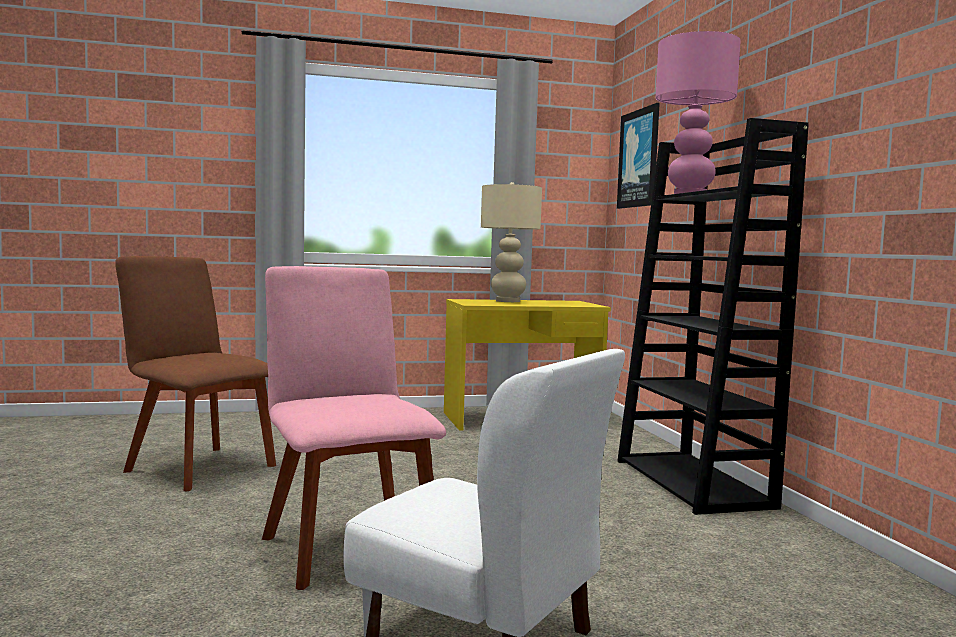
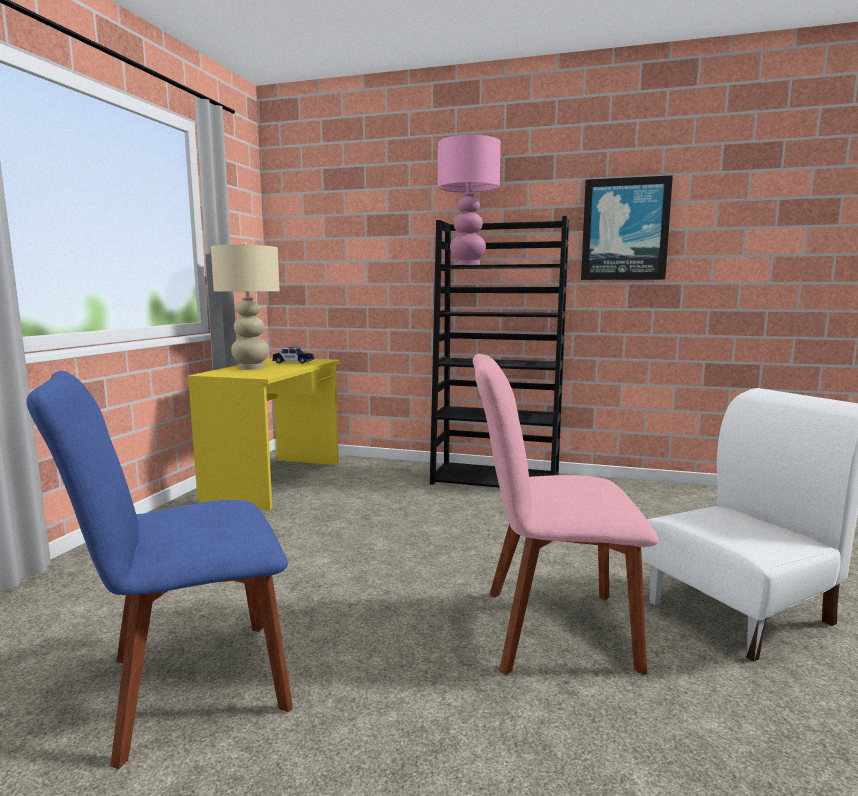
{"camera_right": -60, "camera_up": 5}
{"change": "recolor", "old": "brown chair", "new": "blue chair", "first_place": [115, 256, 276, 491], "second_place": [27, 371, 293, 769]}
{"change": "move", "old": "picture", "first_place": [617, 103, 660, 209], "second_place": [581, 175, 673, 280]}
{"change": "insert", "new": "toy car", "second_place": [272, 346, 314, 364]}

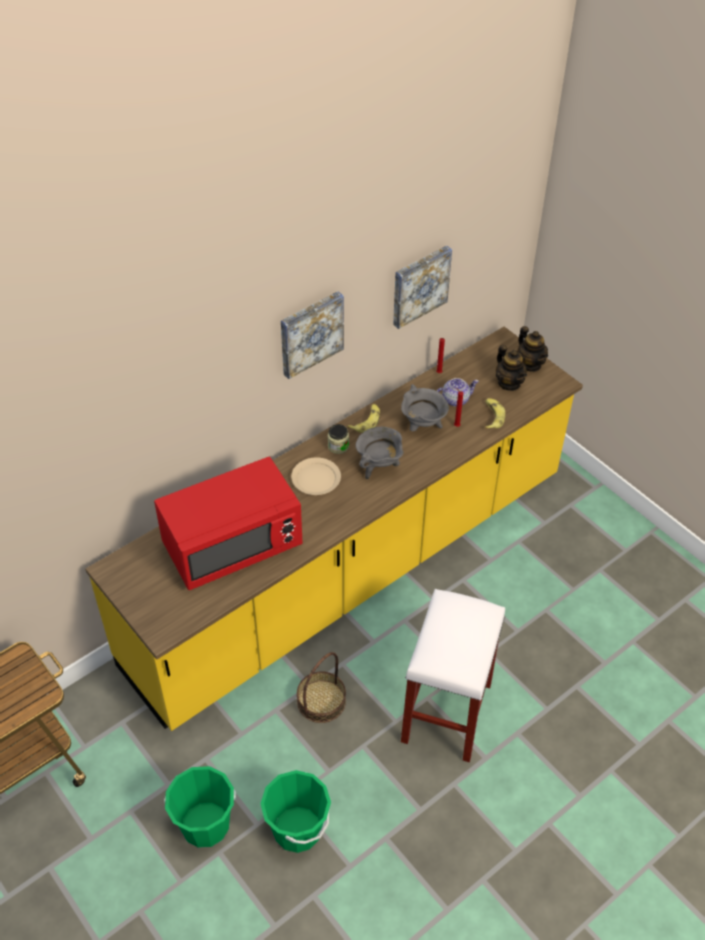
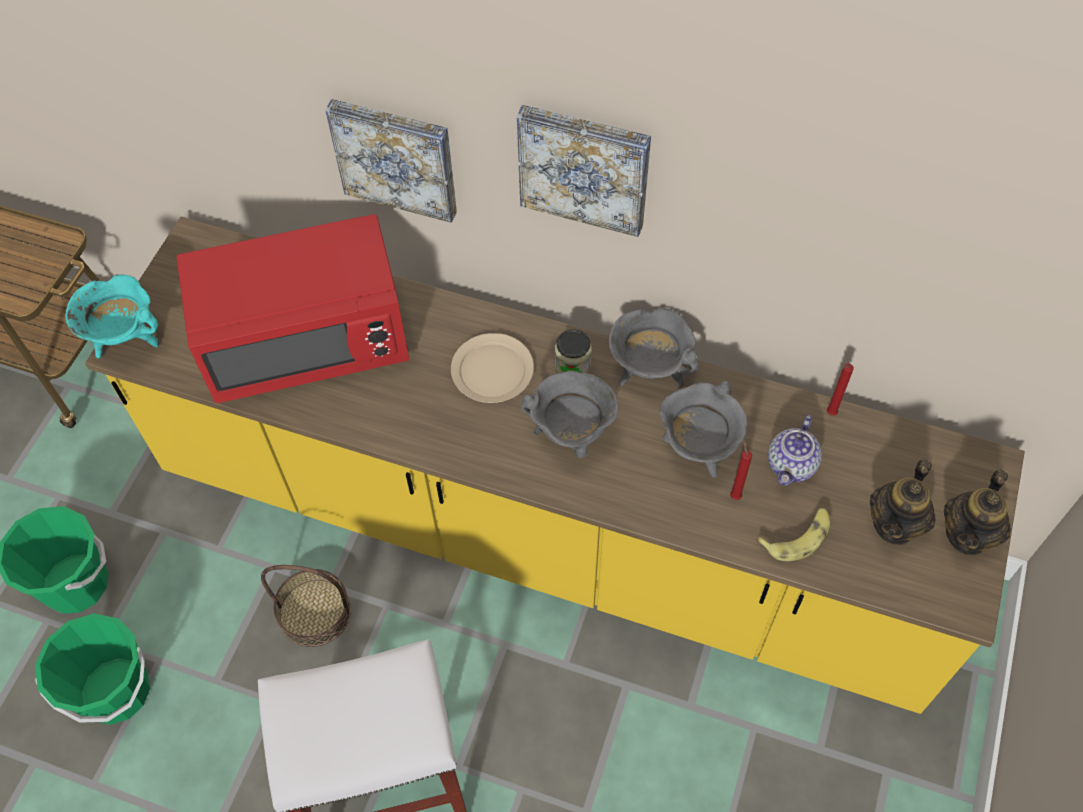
{"camera_right": 60, "camera_up": 10}
{"change": "rotate", "old": "red microwave", "first_place": [154, 457, 303, 590], "second_place": [177, 214, 409, 403], "degrees": -45}
{"change": "replace", "old": "banana", "new": "grey cooking pot", "first_place": [347, 404, 380, 433], "second_place": [609, 307, 699, 388]}
{"change": "move", "old": "picture", "first_place": [393, 245, 452, 329], "second_place": [325, 99, 457, 223]}
{"change": "rotate", "old": "teapot", "first_place": [437, 378, 479, 407], "second_place": [768, 415, 822, 486], "degrees": 75}
{"change": "insert", "new": "turquoise cooking pot", "second_place": [66, 274, 160, 358]}

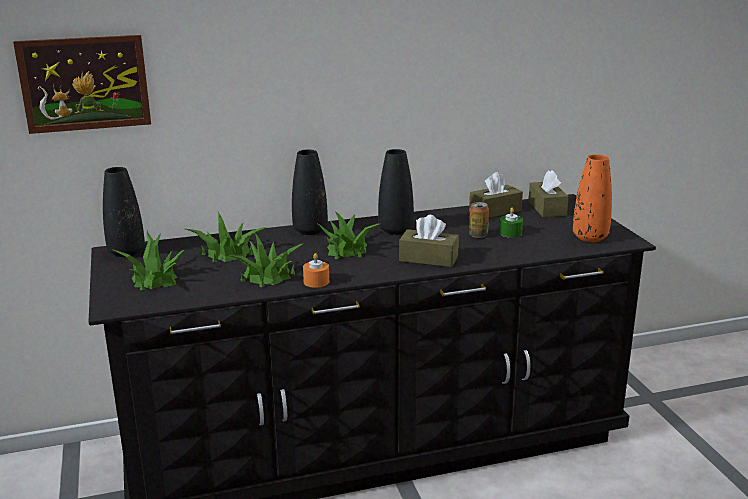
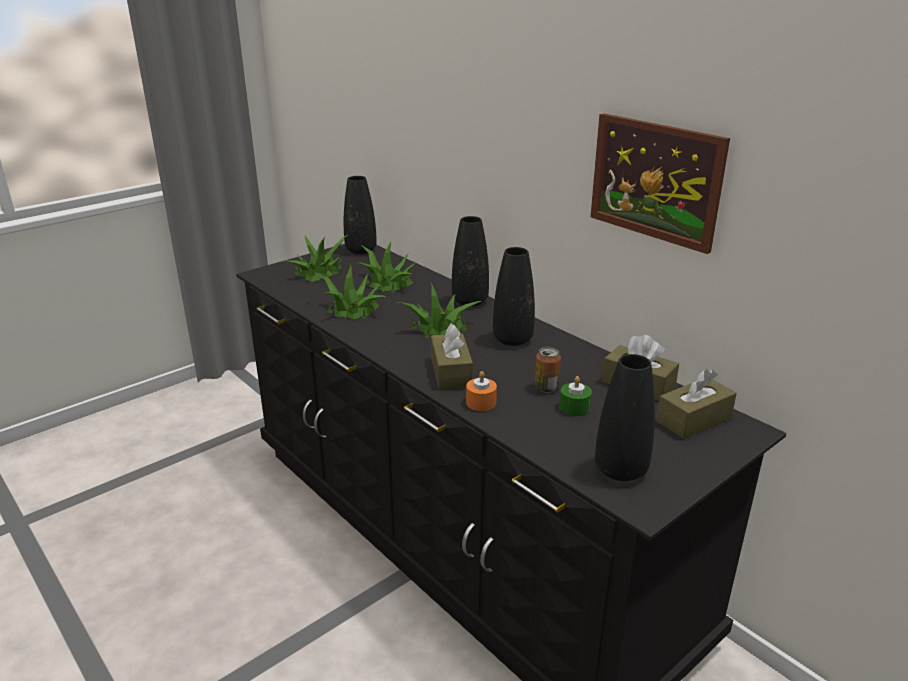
{"camera_right": 65, "camera_up": 5}
{"change": "move", "old": "picture", "first_place": [13, 35, 151, 134], "second_place": [590, 113, 730, 254]}
{"change": "move", "old": "orange candle", "first_place": [303, 253, 329, 288], "second_place": [466, 371, 497, 411]}
{"change": "recolor", "old": "orange vase", "new": "black vase", "first_place": [573, 155, 612, 242], "second_place": [595, 354, 655, 481]}

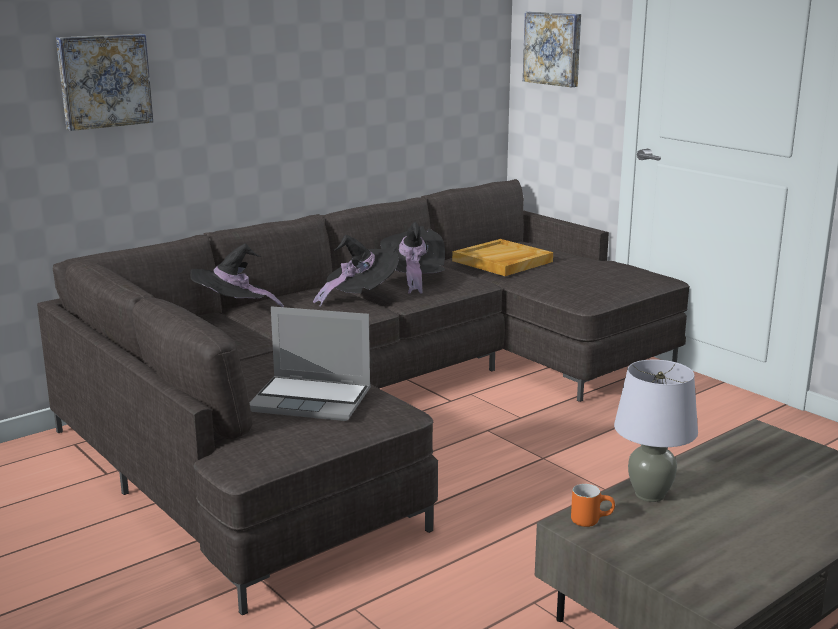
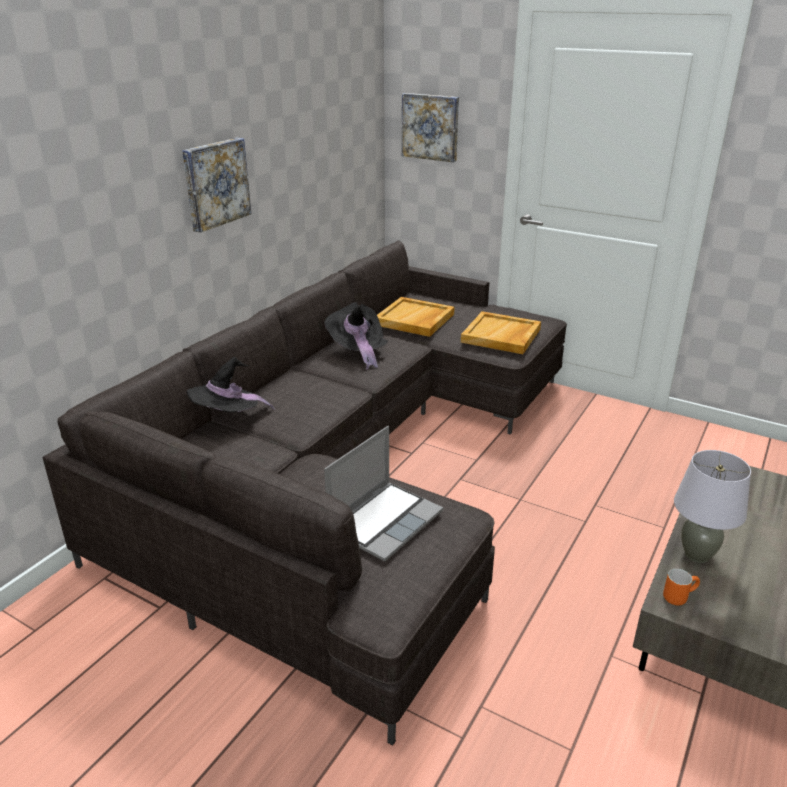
{"camera_right": -20, "camera_up": 10}
{"change": "move", "old": "picture", "first_place": [56, 34, 153, 131], "second_place": [182, 138, 251, 233]}
{"change": "rotate", "old": "laptop", "first_place": [250, 306, 371, 421], "second_place": [324, 426, 443, 562], "degrees": -45}
{"change": "delete", "old": "black hat", "first_place": [313, 235, 399, 307]}
{"change": "insert", "new": "beige tray", "second_place": [461, 311, 541, 354]}

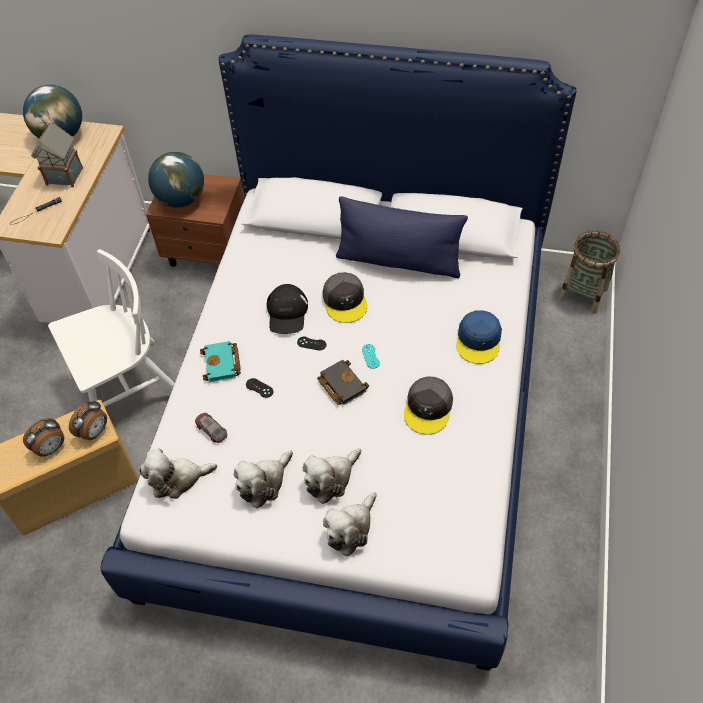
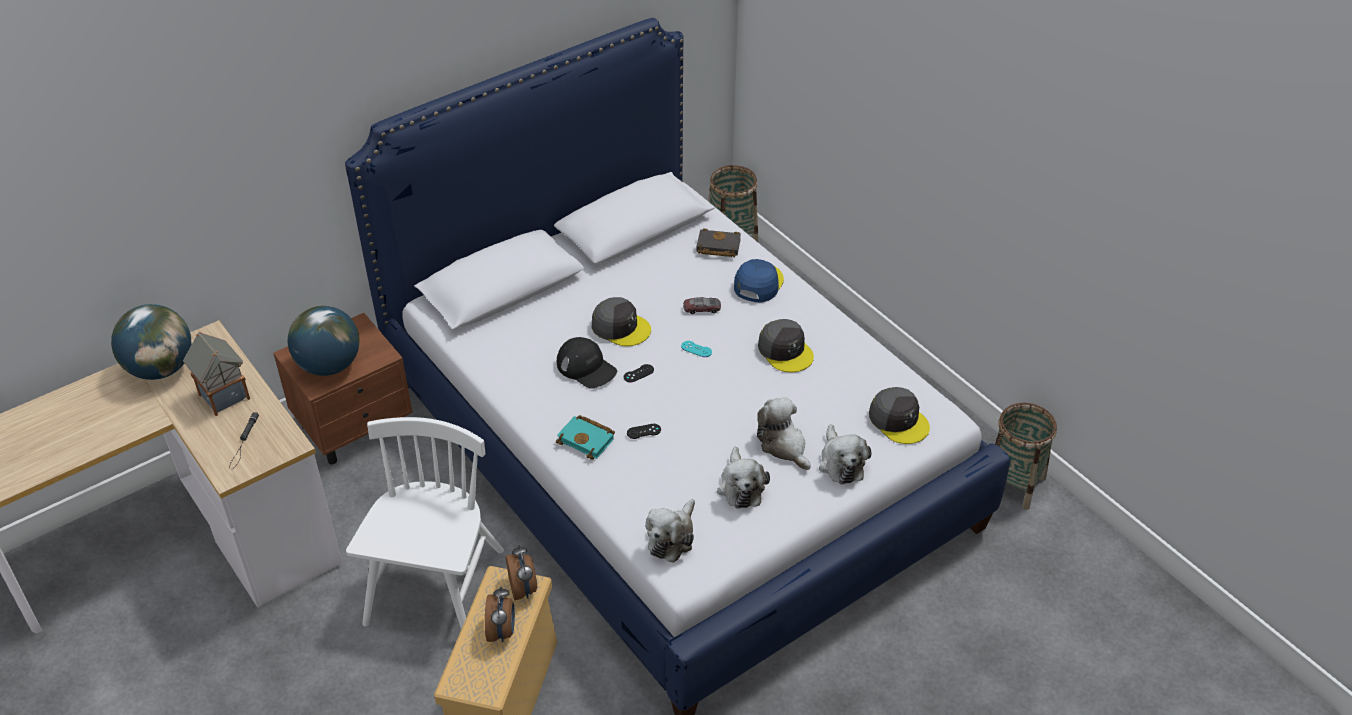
{"camera_right": -50, "camera_up": -10}
{"change": "move", "old": "toy car", "first_place": [195, 413, 228, 443], "second_place": [683, 297, 721, 314]}
{"change": "rotate", "old": "plush toy", "first_place": [303, 448, 361, 504], "second_place": [757, 397, 811, 470], "degrees": 150}
{"change": "move", "old": "black book", "first_place": [317, 360, 369, 405], "second_place": [696, 229, 741, 257]}
{"change": "delete", "old": "blue pillow", "first_place": [336, 196, 468, 278]}
{"change": "rotate", "old": "blue cap", "first_place": [456, 310, 502, 364], "second_place": [734, 259, 784, 303], "degrees": -120}
{"change": "insert", "new": "grey cap", "second_place": [869, 387, 930, 444]}
{"change": "insert", "new": "basket", "second_place": [995, 403, 1057, 510]}

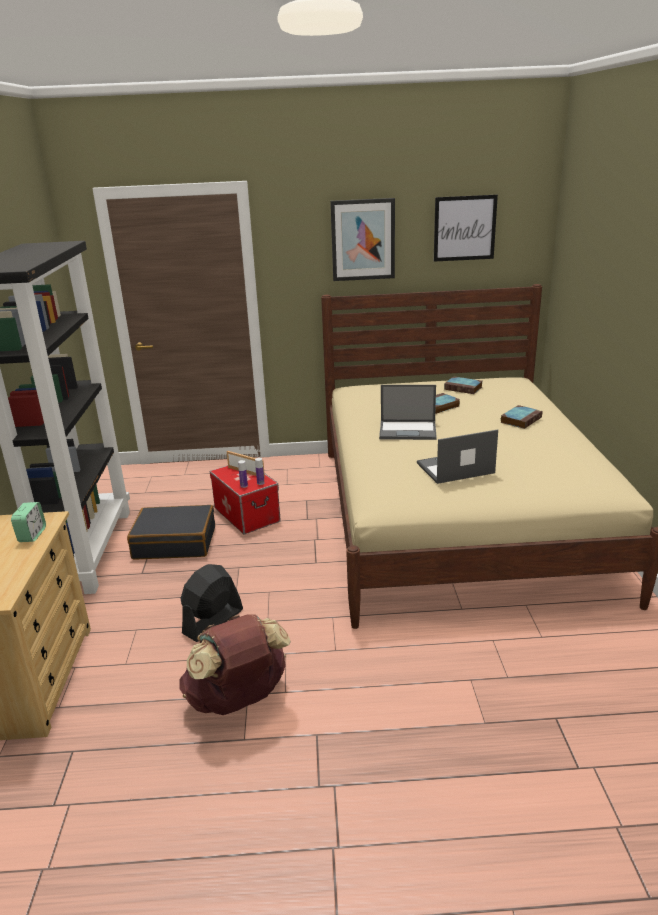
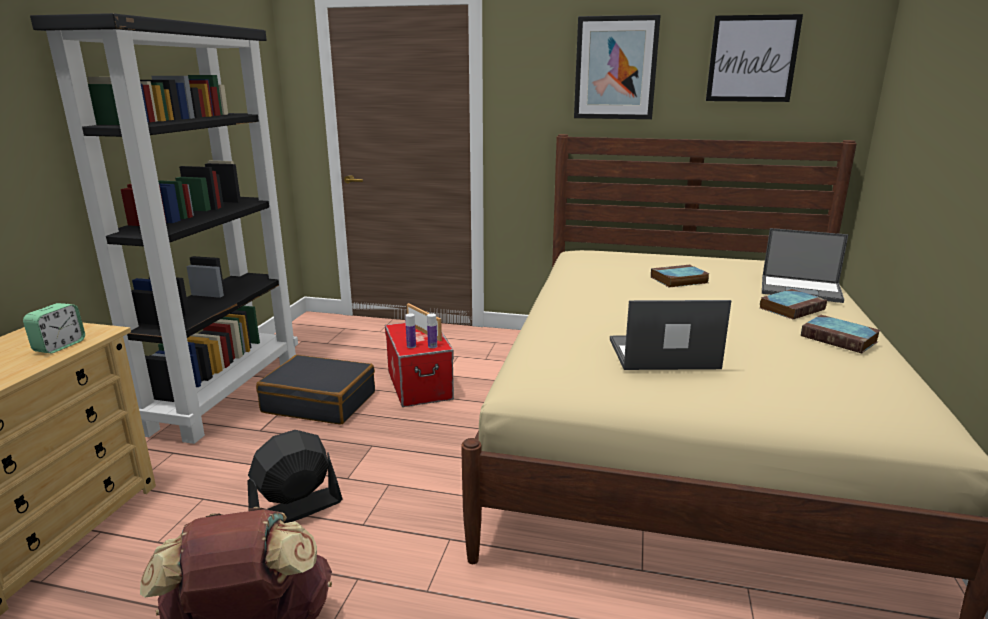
{"camera_right": 15, "camera_up": -5}
{"change": "move", "old": "laptop", "first_place": [379, 385, 437, 440], "second_place": [762, 228, 848, 303]}
{"change": "move", "old": "book", "first_place": [444, 376, 482, 394], "second_place": [801, 315, 881, 354]}

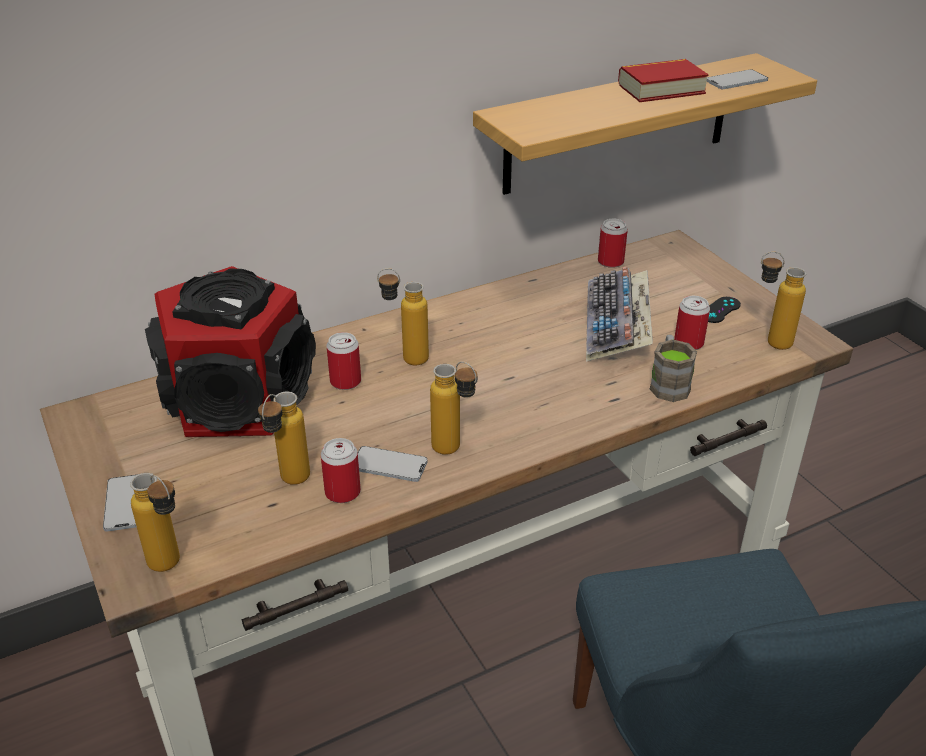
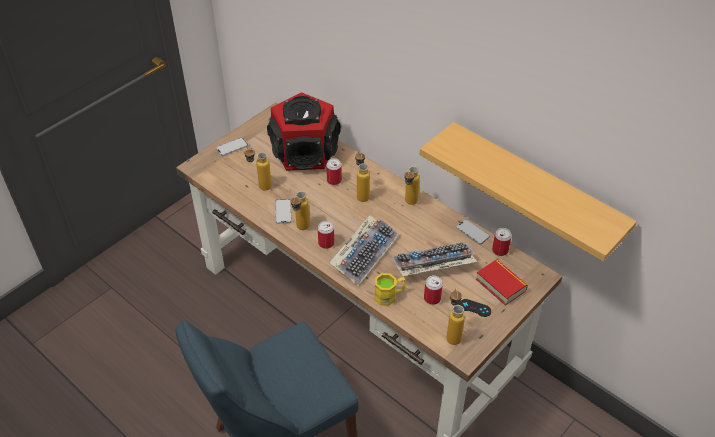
{"camera_right": 70, "camera_up": 10}
{"change": "move", "old": "bottle", "first_place": [130, 473, 180, 572], "second_place": [404, 166, 420, 205]}
{"change": "move", "old": "can", "first_place": [321, 438, 361, 503], "second_place": [318, 221, 334, 249]}
{"change": "move", "old": "book", "first_place": [618, 59, 709, 102], "second_place": [476, 259, 528, 306]}
{"change": "recolor", "old": "brown mug", "new": "yellow mug", "first_place": [650, 335, 697, 402], "second_place": [374, 273, 406, 306]}
{"change": "move", "old": "phone", "first_place": [707, 69, 768, 89], "second_place": [456, 219, 490, 245]}
{"change": "insert", "new": "keyboard", "second_place": [329, 215, 398, 286]}

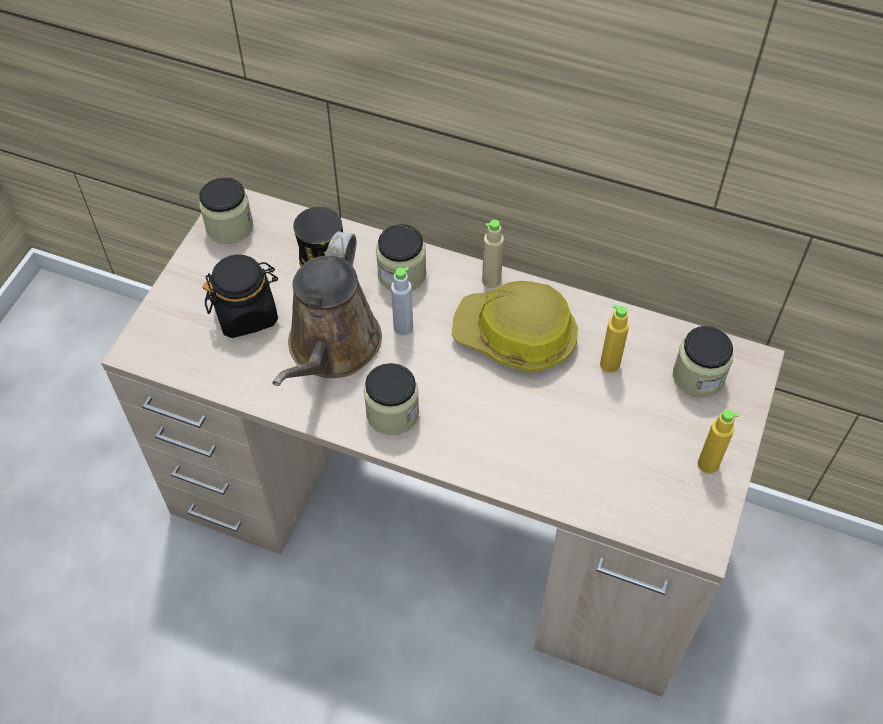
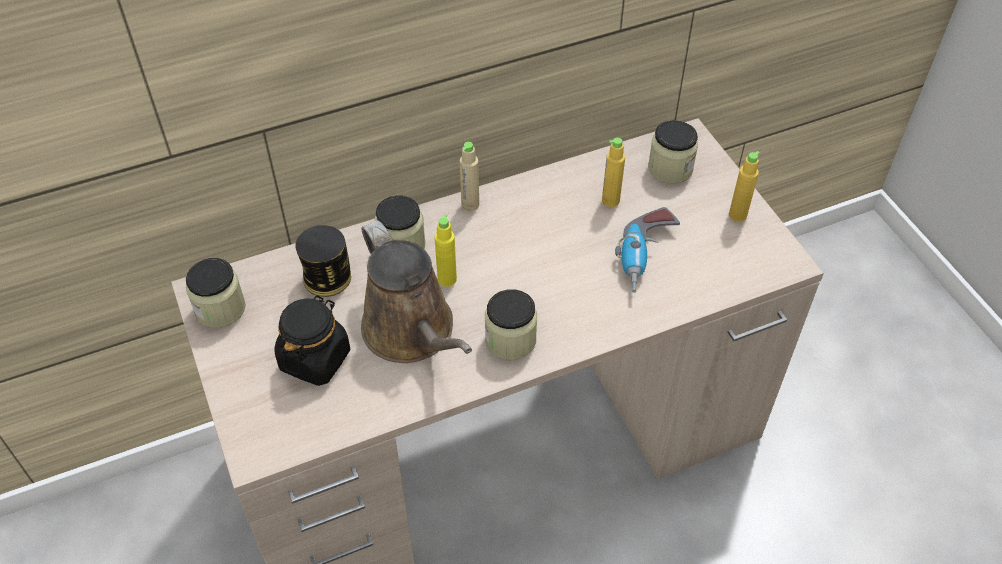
{"camera_right": -45, "camera_up": -5}
{"change": "recolor", "old": "grey bottle", "new": "yellow bottle", "first_place": [391, 267, 413, 336], "second_place": [435, 214, 457, 287]}
{"change": "delete", "old": "hard hat", "first_place": [451, 281, 578, 372]}
{"change": "insert", "new": "power drill", "second_place": [615, 207, 680, 293]}

